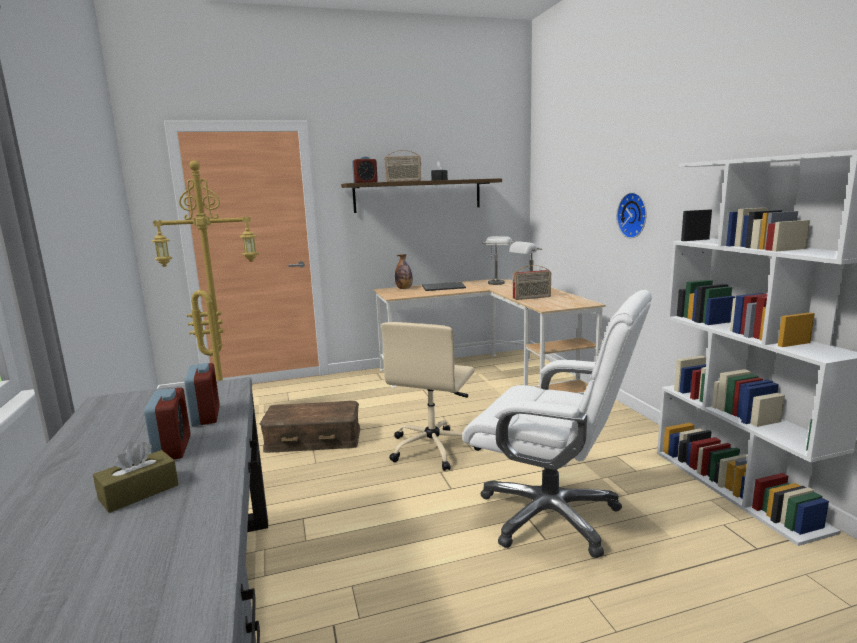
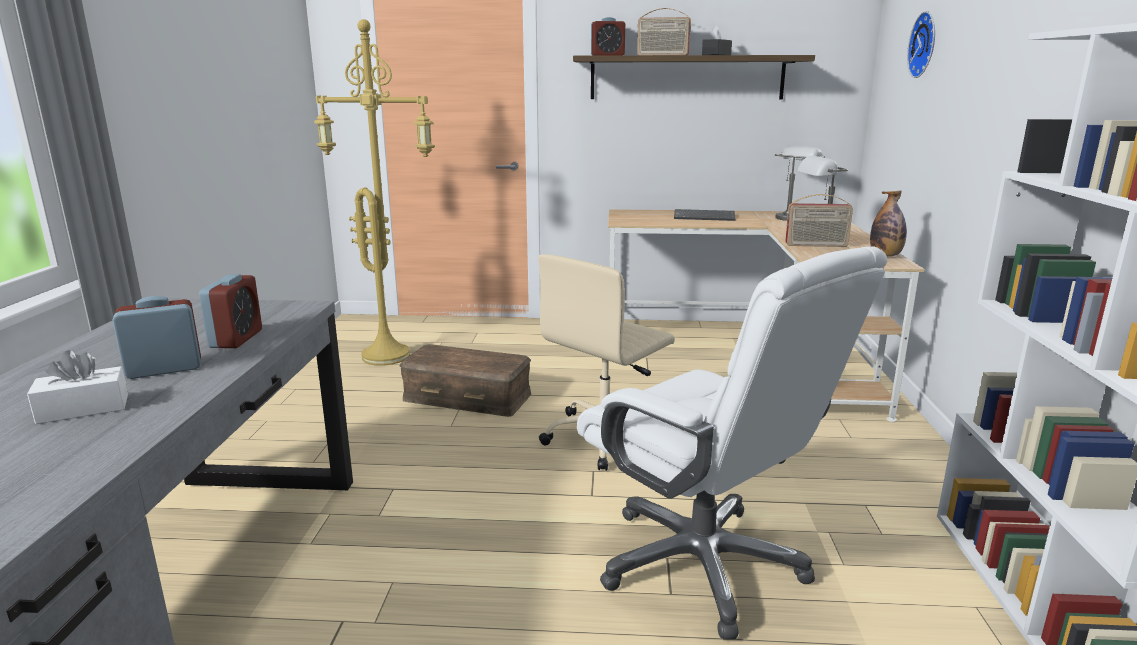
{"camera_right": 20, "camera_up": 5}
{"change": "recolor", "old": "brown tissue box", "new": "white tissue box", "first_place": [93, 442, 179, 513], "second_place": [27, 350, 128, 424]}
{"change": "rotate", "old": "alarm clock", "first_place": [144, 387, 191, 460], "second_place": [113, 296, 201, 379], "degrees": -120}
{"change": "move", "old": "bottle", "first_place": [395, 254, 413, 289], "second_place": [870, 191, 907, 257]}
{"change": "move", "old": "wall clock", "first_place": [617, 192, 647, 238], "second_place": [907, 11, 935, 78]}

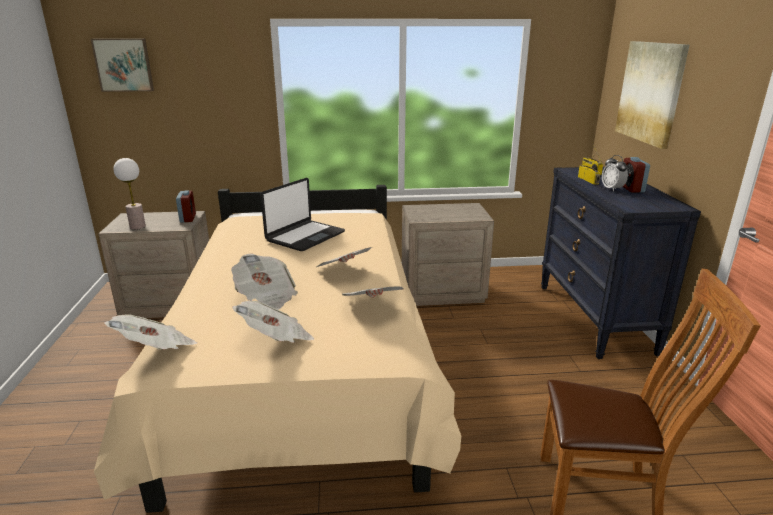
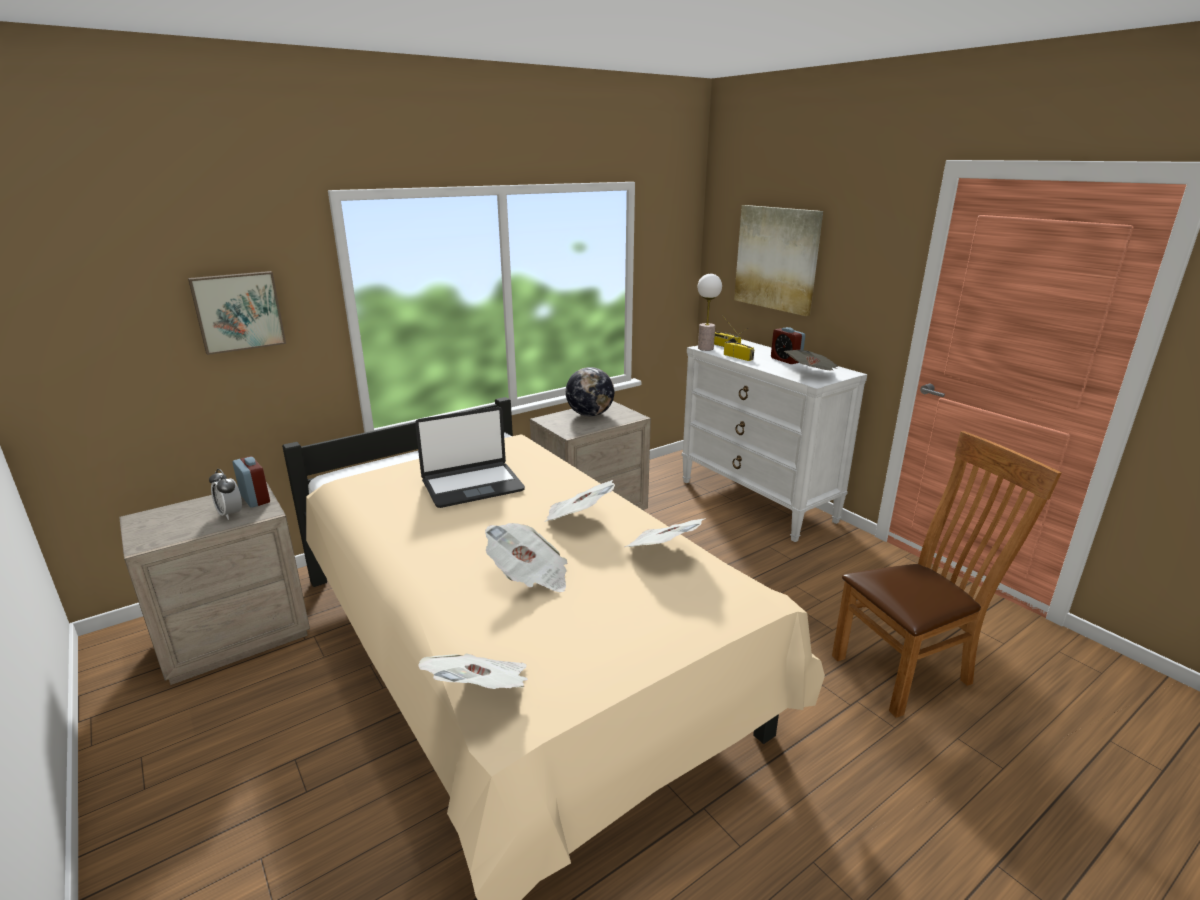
{"camera_right": -30, "camera_up": 0}
{"change": "move", "old": "picture", "first_place": [91, 38, 154, 92], "second_place": [188, 271, 286, 355]}
{"change": "move", "old": "table lamp", "first_place": [114, 158, 146, 230], "second_place": [698, 274, 722, 351]}
{"change": "move", "old": "newspaper", "first_place": [232, 301, 315, 343], "second_place": [784, 350, 838, 370]}
{"change": "rotate", "old": "laptop", "first_place": [261, 178, 345, 251], "second_place": [415, 407, 525, 508], "degrees": 60}
{"change": "recolor", "old": "black dresser", "new": "white dresser", "first_place": [541, 167, 701, 359], "second_place": [682, 339, 867, 542]}
{"change": "move", "old": "alarm clock", "first_place": [602, 155, 628, 191], "second_place": [209, 469, 242, 520]}
{"change": "insert", "new": "globe", "second_place": [566, 367, 614, 417]}

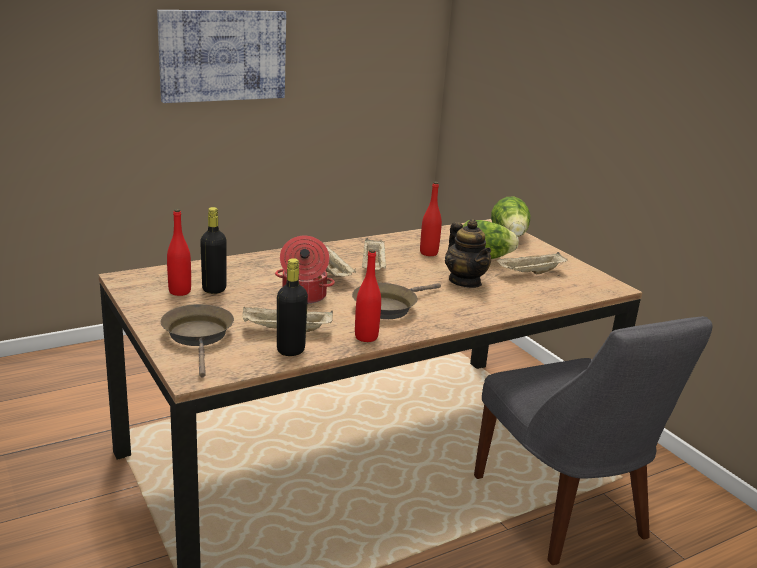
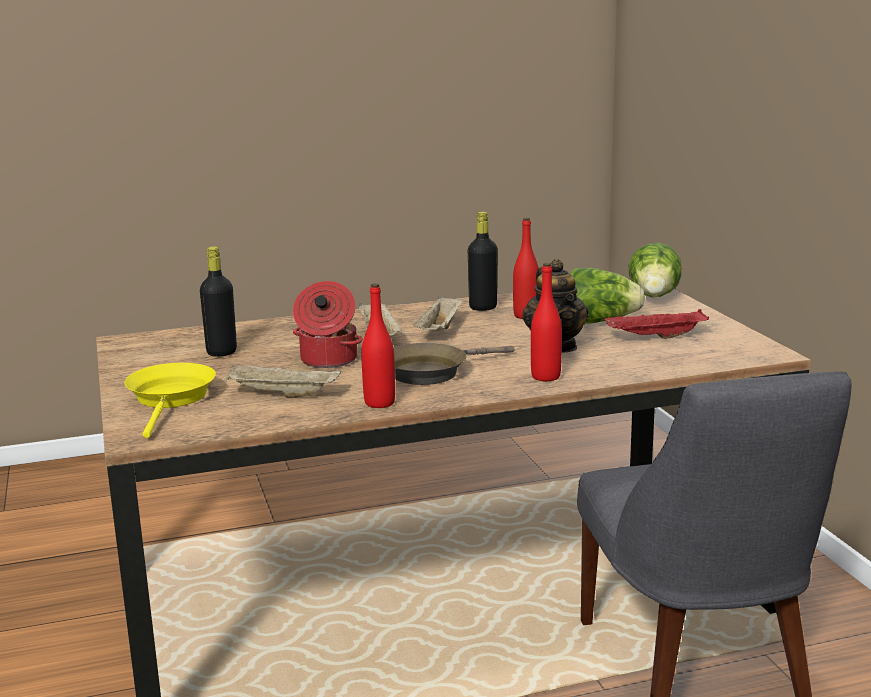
{"camera_right": 15, "camera_up": -5}
{"change": "delete", "old": "picture", "first_place": [157, 10, 286, 103]}
{"change": "recolor", "old": "brown frying pan", "new": "yellow frying pan", "first_place": [161, 304, 234, 378], "second_place": [124, 363, 216, 438]}
{"change": "move", "old": "red bottle", "first_place": [167, 209, 191, 296], "second_place": [531, 263, 562, 381]}
{"change": "move", "old": "black bottle", "first_place": [277, 258, 308, 356], "second_place": [468, 212, 498, 311]}
{"change": "recolor", "old": "beige tray", "new": "red tray", "first_place": [497, 252, 568, 274], "second_place": [604, 309, 709, 339]}

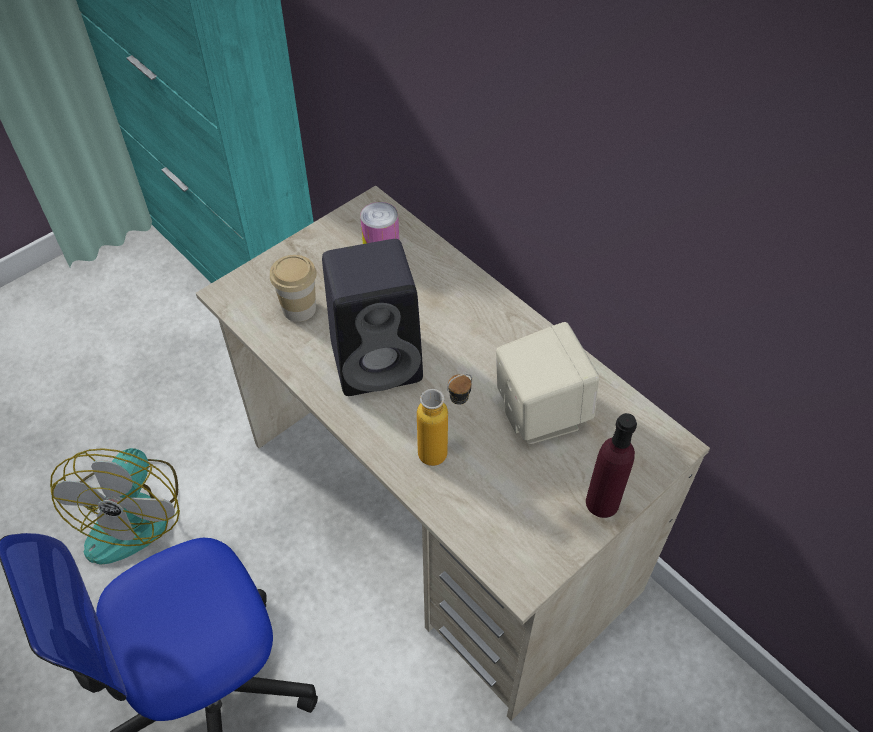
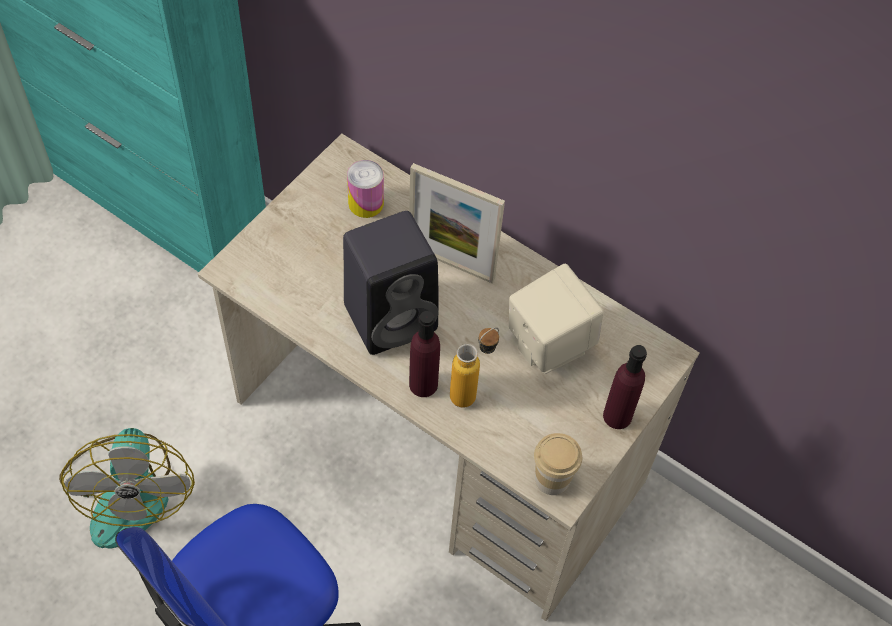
{"camera_right": -15, "camera_up": 5}
{"change": "move", "old": "cup", "first_place": [270, 255, 317, 322], "second_place": [534, 433, 582, 495]}
{"change": "insert", "new": "picture frame", "second_place": [409, 163, 505, 283]}
{"change": "insert", "new": "purple bottle", "second_place": [409, 311, 440, 397]}

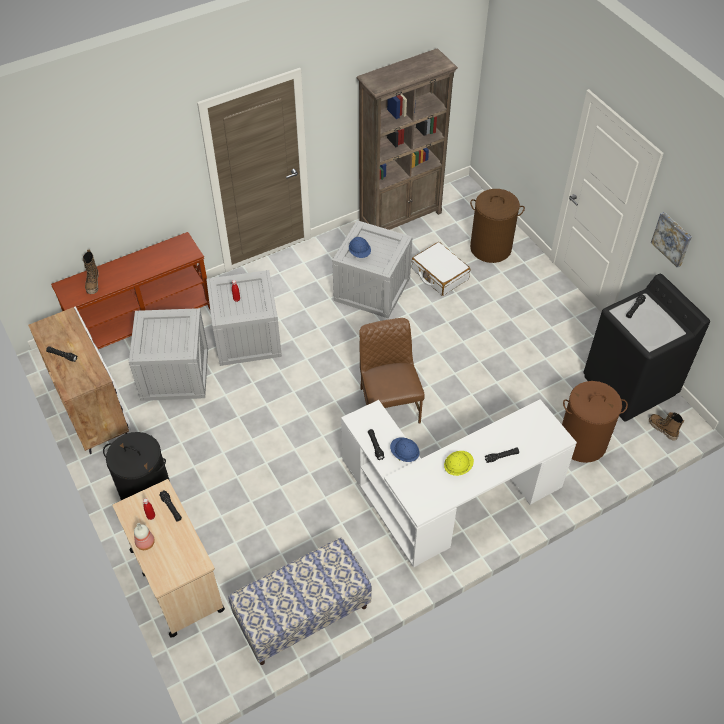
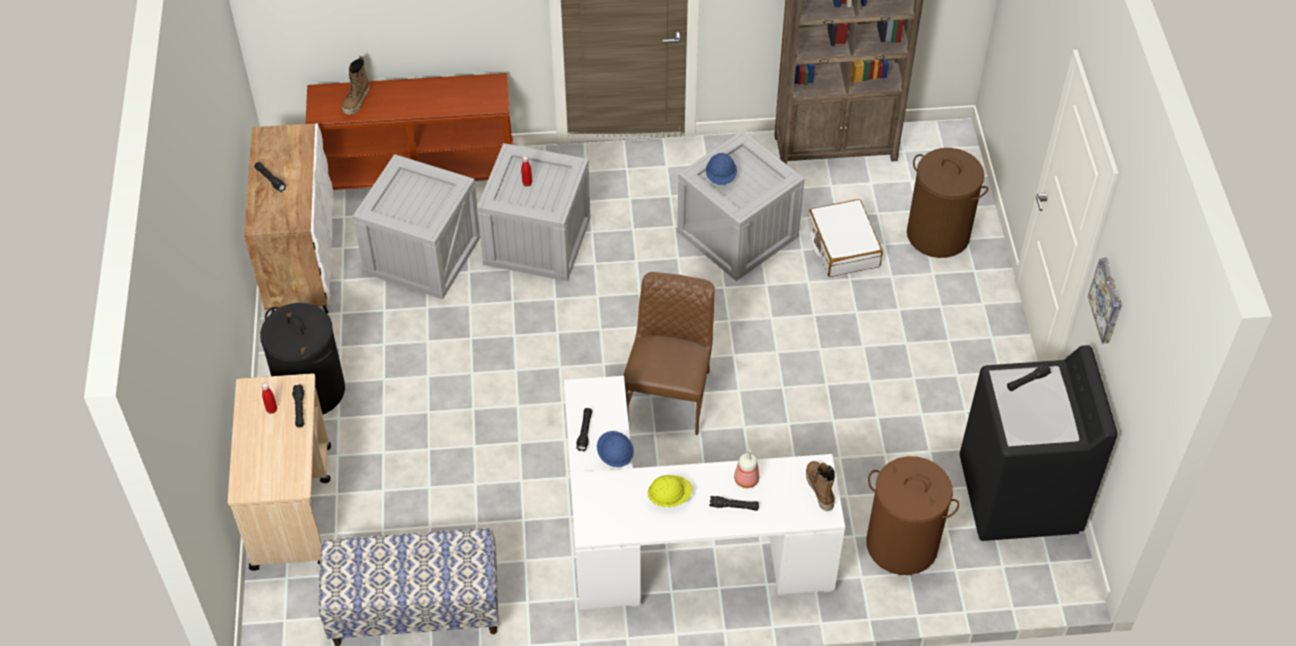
{"camera_right": 25, "camera_up": 0}
{"change": "move", "old": "bottle", "first_place": [134, 523, 155, 550], "second_place": [734, 450, 759, 488]}
{"change": "move", "old": "boot", "first_place": [649, 412, 684, 441], "second_place": [806, 461, 835, 511]}

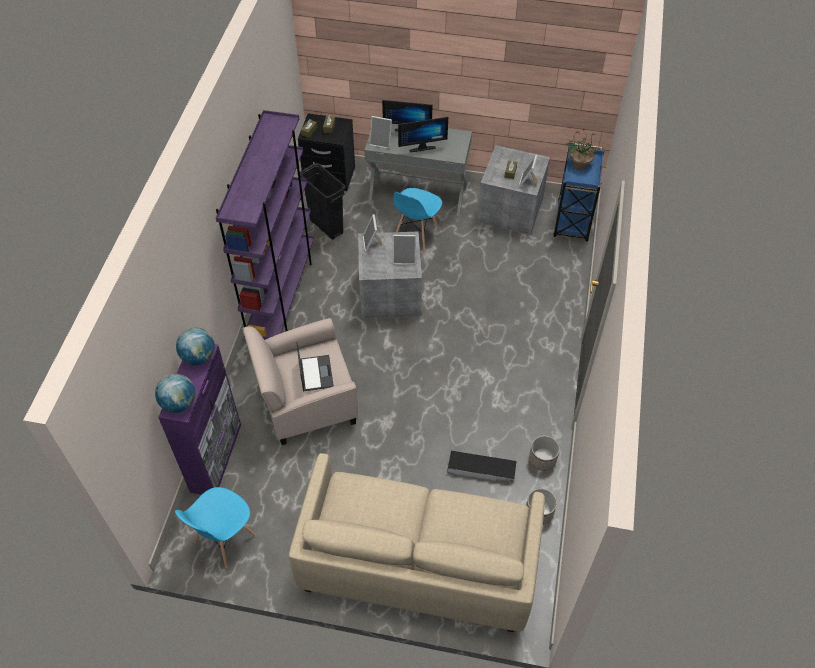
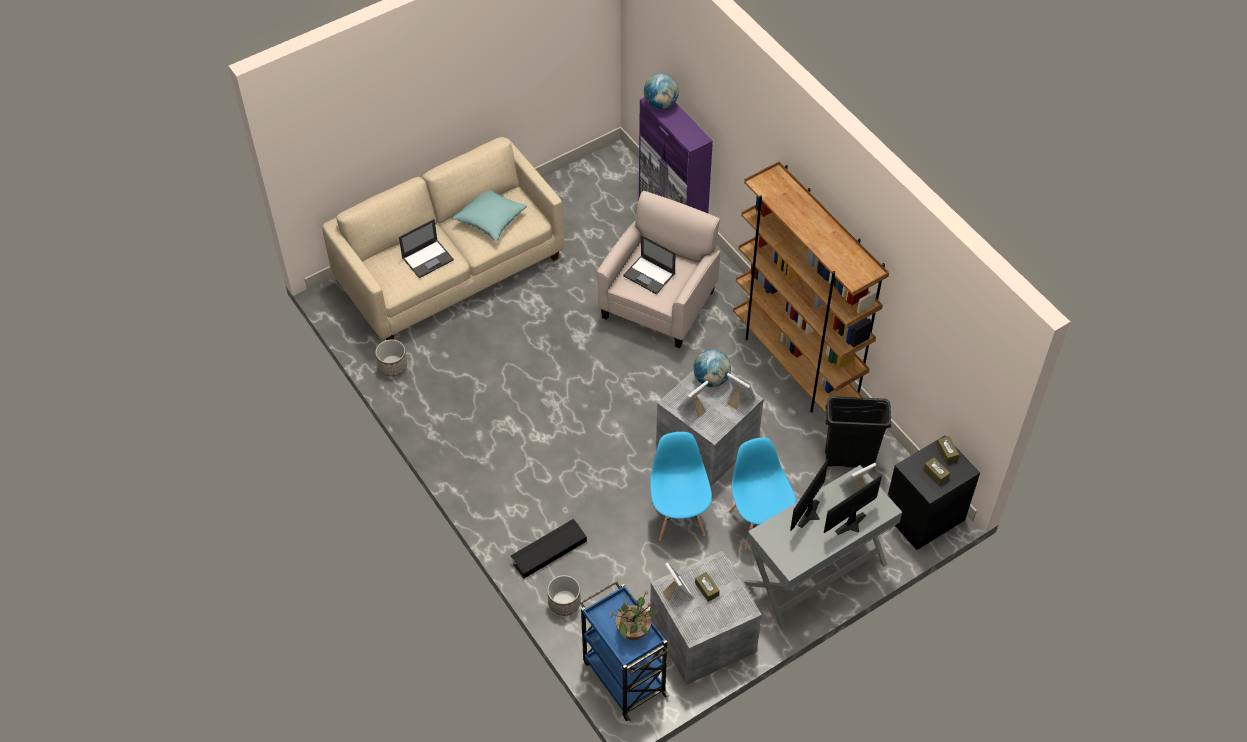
{"camera_right": 135, "camera_up": 0}
{"change": "move", "old": "blue chair", "first_place": [175, 487, 256, 568], "second_place": [650, 432, 712, 541]}
{"change": "move", "old": "globe", "first_place": [176, 327, 215, 365], "second_place": [693, 349, 731, 387]}
{"change": "recolor", "old": "purple bookcase", "new": "brown bookcase", "first_place": [216, 110, 314, 340], "second_place": [733, 161, 889, 414]}
{"change": "move", "old": "black storage box", "first_place": [447, 451, 516, 481], "second_place": [511, 519, 587, 579]}
{"change": "move", "old": "planter", "first_place": [529, 436, 560, 470], "second_place": [547, 575, 581, 616]}
{"change": "insert", "new": "laptop", "second_place": [399, 219, 454, 278]}
{"change": "insert", "new": "turquoise pillow", "second_place": [453, 191, 527, 242]}

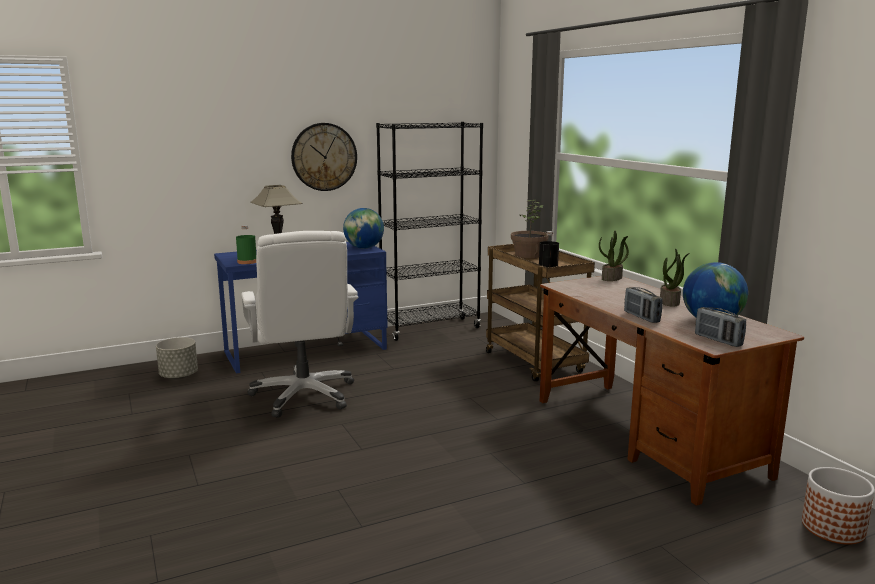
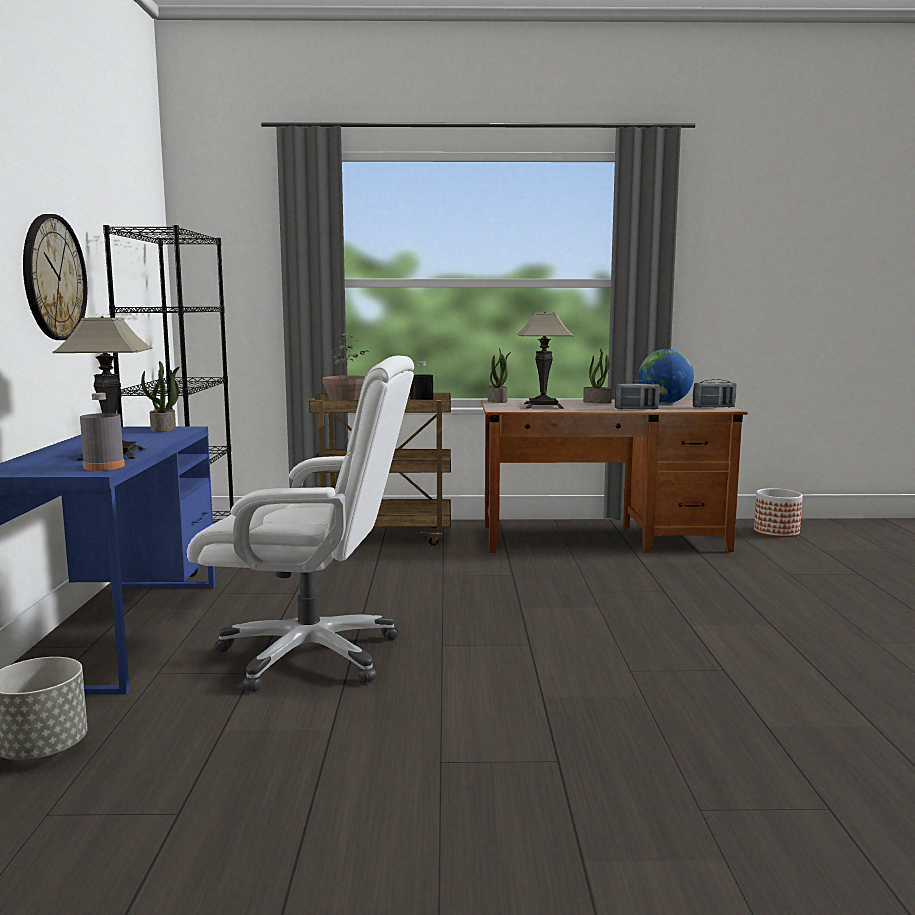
{"camera_right": -65, "camera_up": -5}
{"change": "recolor", "old": "green bottle", "new": "grey bottle", "first_place": [236, 225, 256, 264], "second_place": [80, 393, 125, 471]}
{"change": "replace", "old": "globe", "new": "potted plant", "first_place": [343, 208, 384, 249], "second_place": [141, 361, 180, 432]}
{"change": "insert", "new": "table lamp", "second_place": [517, 312, 574, 409]}

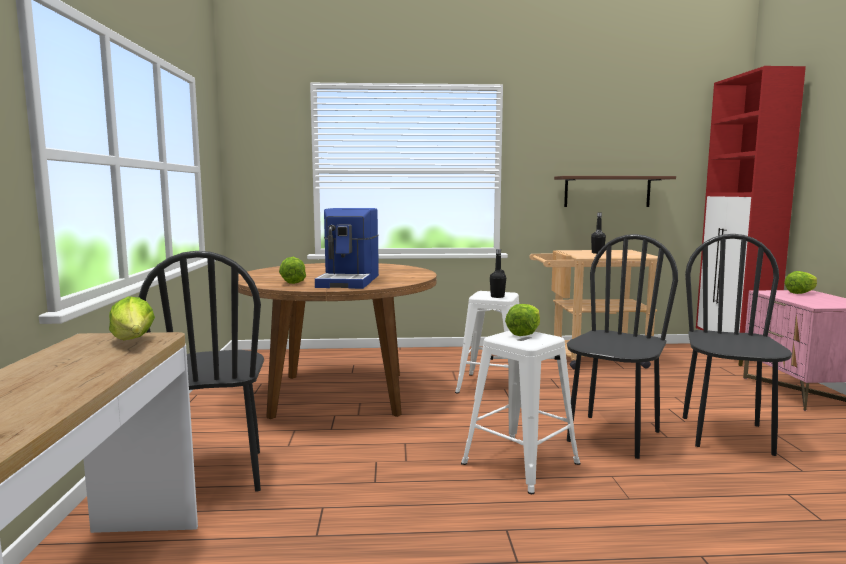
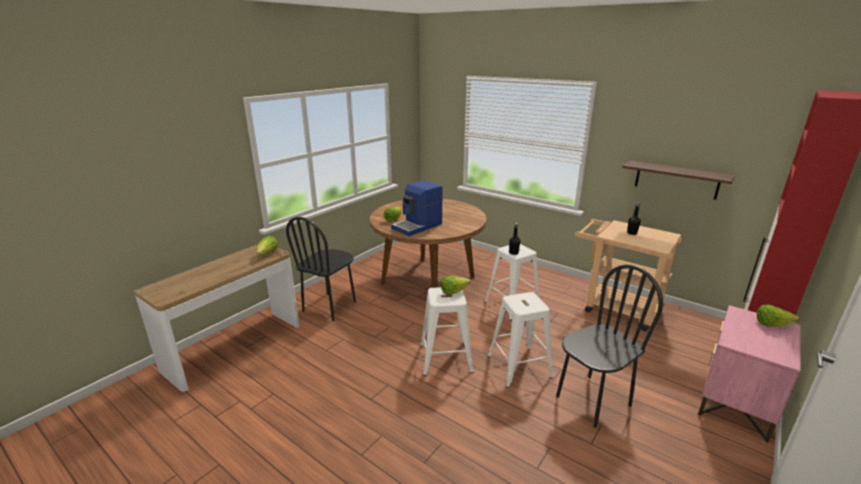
{"camera_right": 40, "camera_up": 15}
{"change": "replace", "old": "black chair", "new": "white stool", "first_place": [567, 234, 678, 459], "second_place": [487, 292, 554, 388]}

